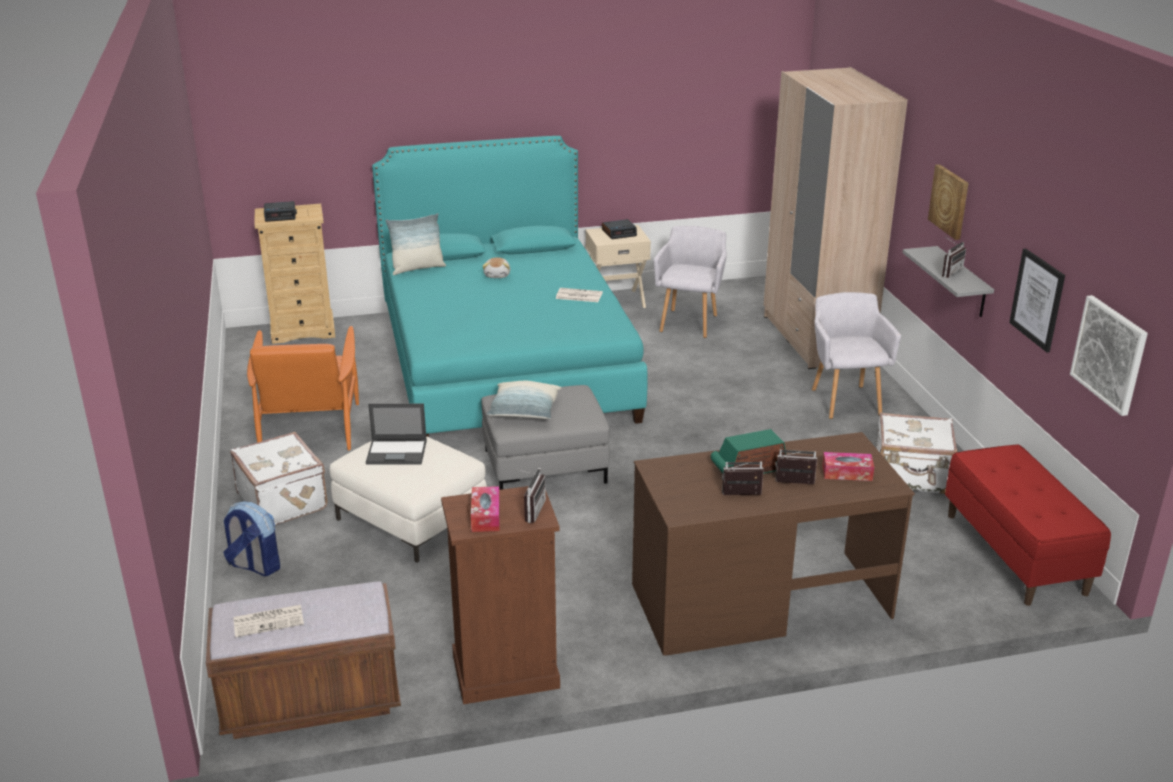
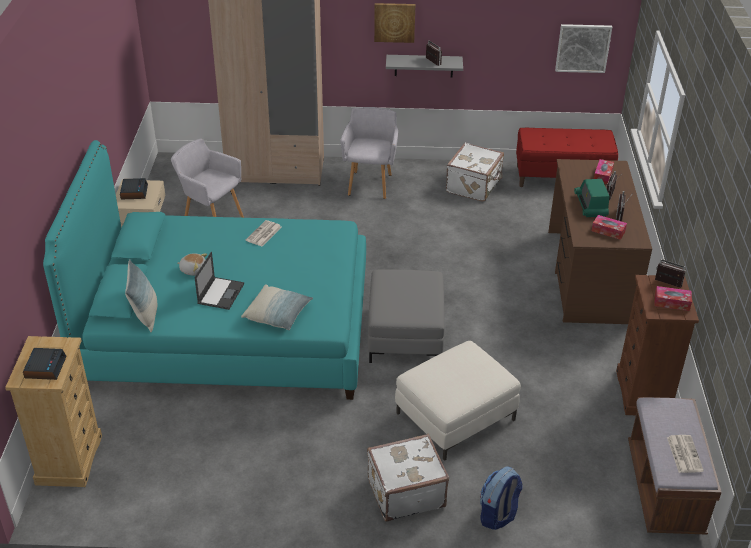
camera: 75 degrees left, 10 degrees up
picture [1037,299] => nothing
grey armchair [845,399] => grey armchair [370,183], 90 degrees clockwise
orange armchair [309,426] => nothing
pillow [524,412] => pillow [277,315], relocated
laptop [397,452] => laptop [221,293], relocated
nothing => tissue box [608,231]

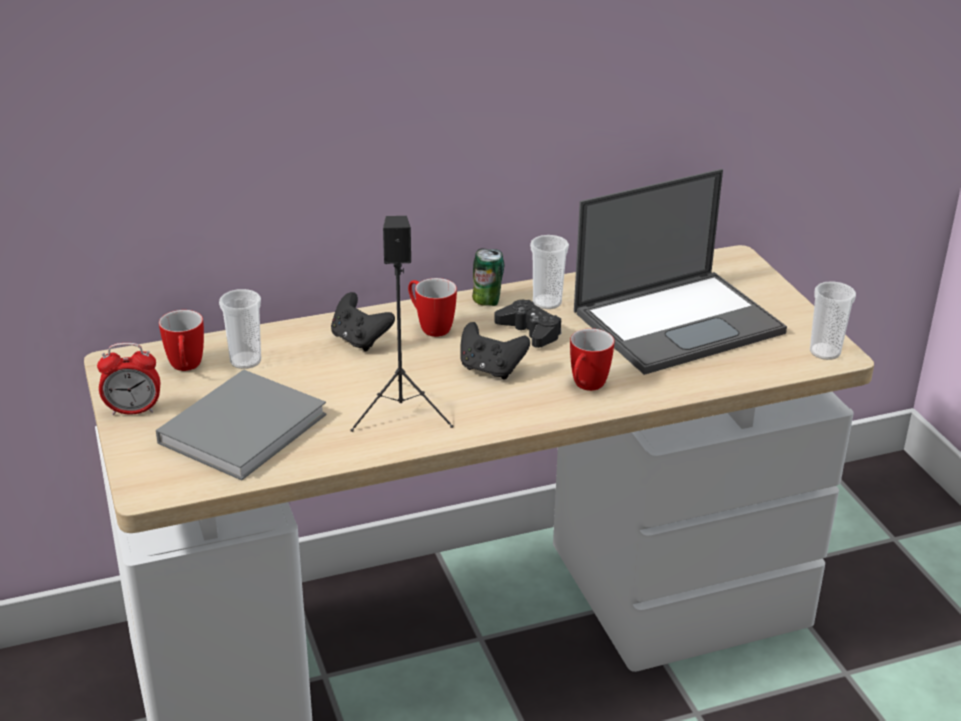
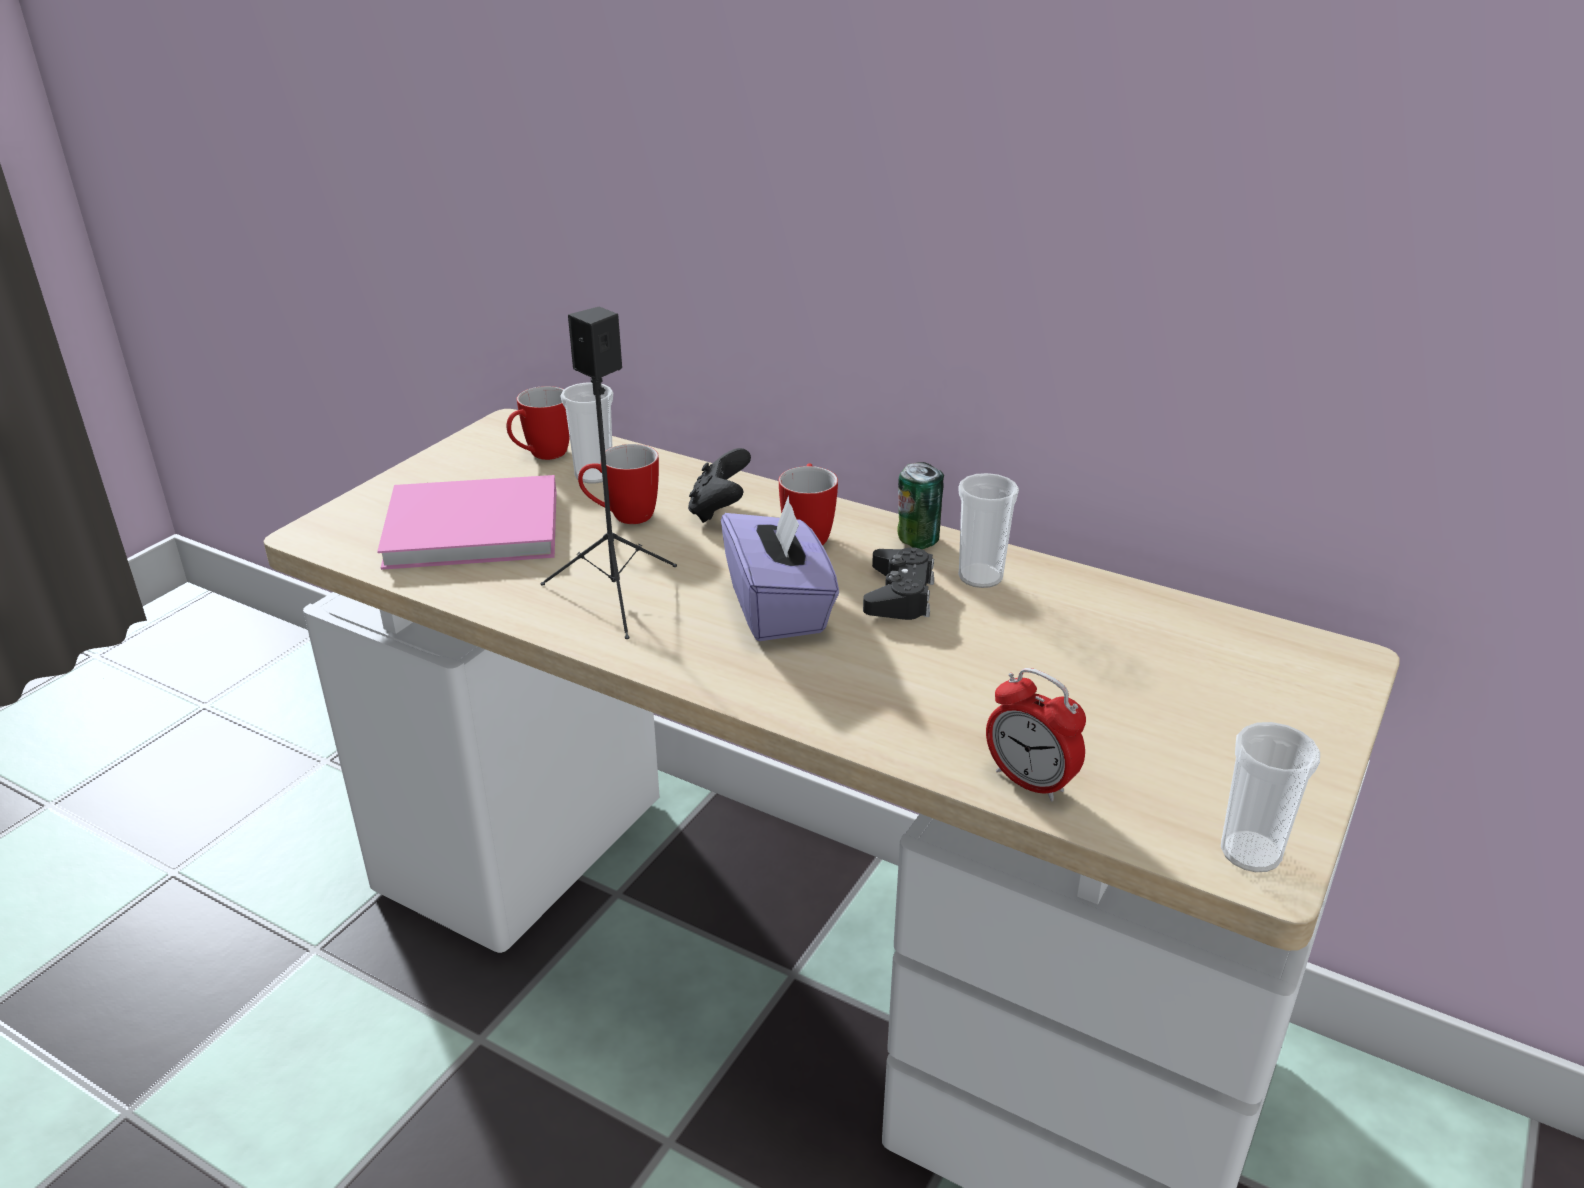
camera: 50 degrees right, 0 degrees up
laptop [679,321] => nothing
black game controller [490,369] => purple tissue box [779,608]
mug [586,387] => mug [622,517], relocated
alarm clock [133,410] => alarm clock [1030,782], relocated
grey book [246,426] => pink book [479,528]

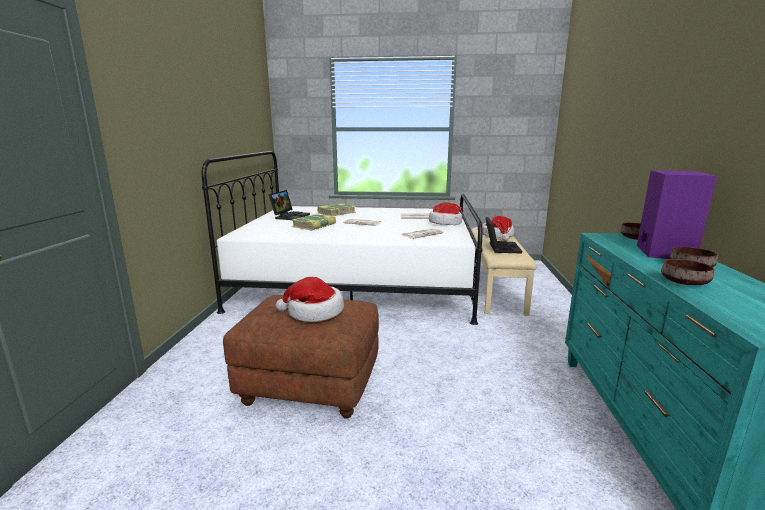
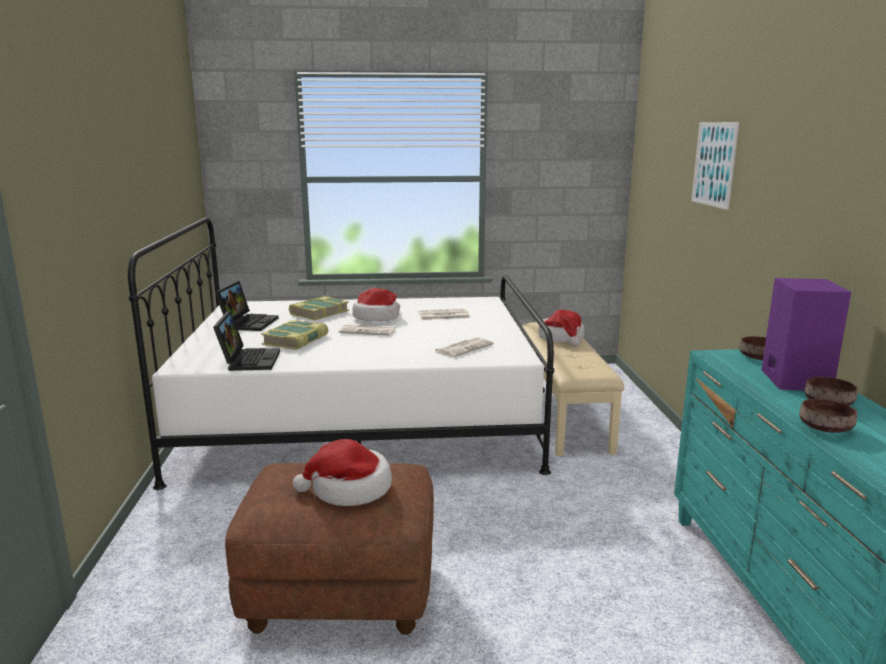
camera: 10 degrees left, 0 degrees up
hat [446,223] => hat [377,317], relocated
laptop [500,247] => laptop [248,360], relocated
nothing => picture [714,164]

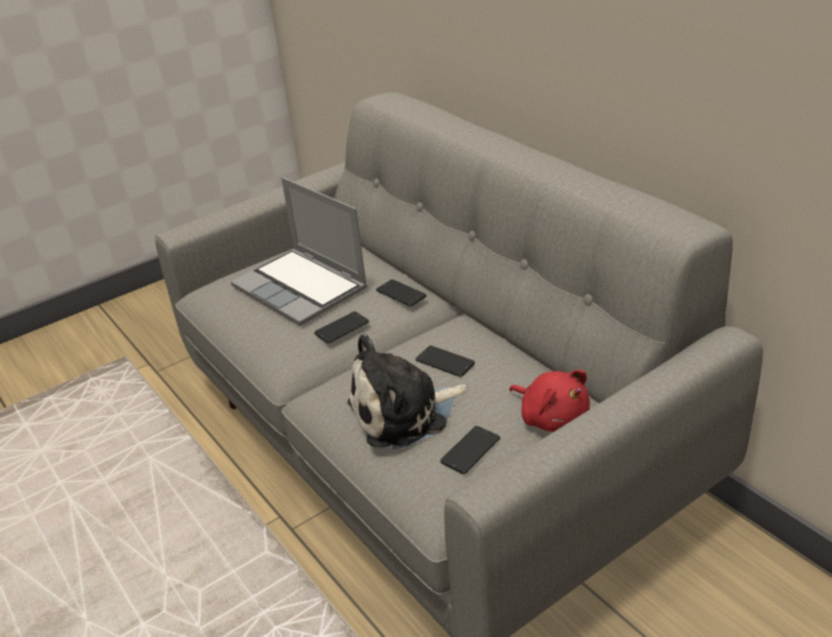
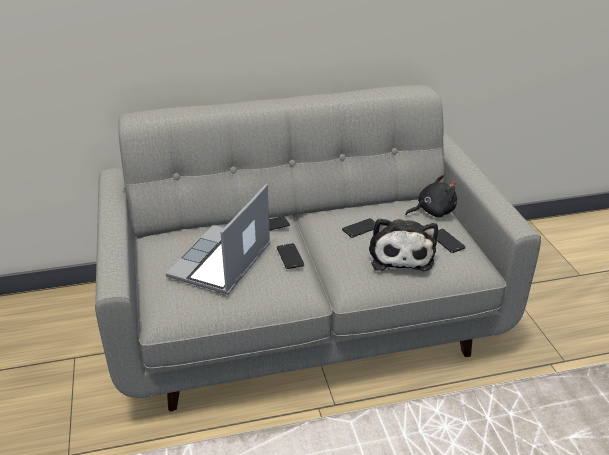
camera: 70 degrees left, 0 degrees up
laptop [302,288] => laptop [221,262], 135 degrees clockwise
red plush toy [552,417] => black plush toy [432,211]

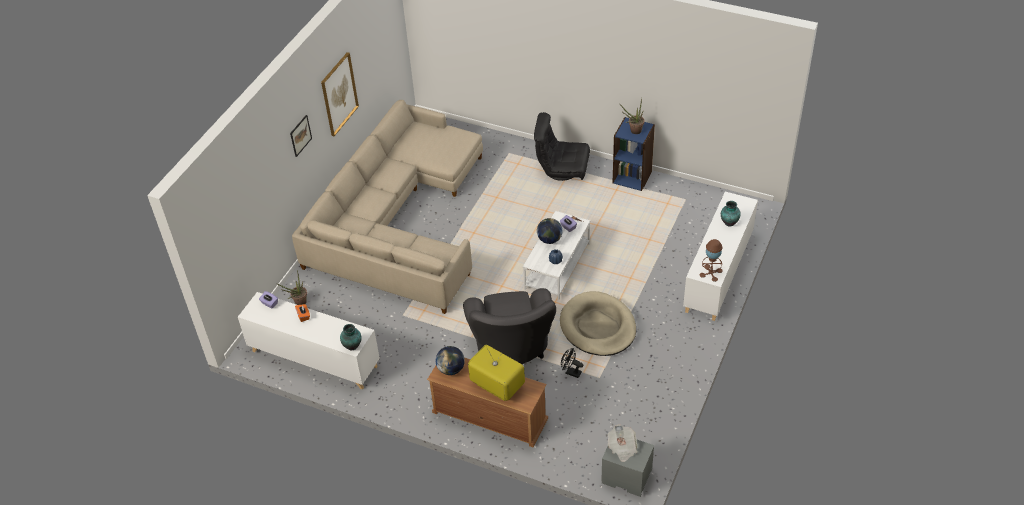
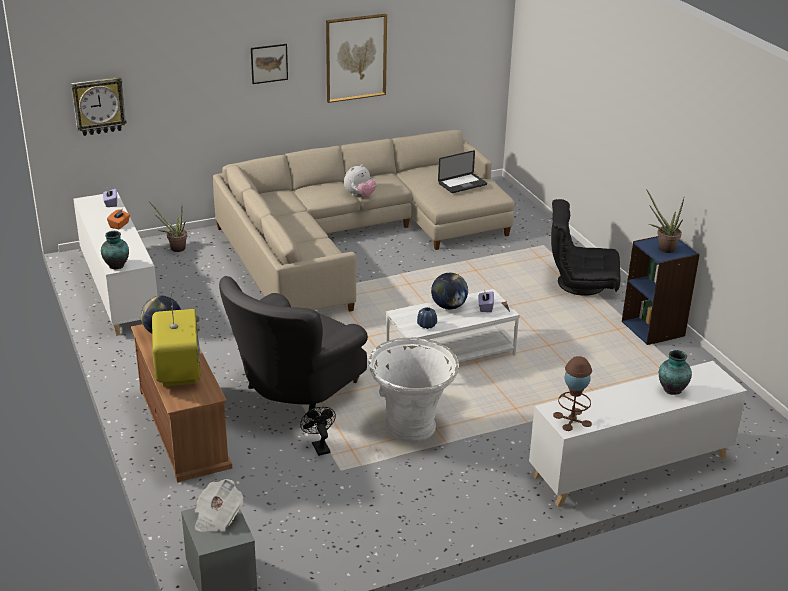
camera: 40 degrees right, 15 degrees down
black armchair [562,169] => black armchair [581,283], 45 degrees counterclockwise
beige dog bed [598,327] => white planter [411,427]
nothing => wall clock [98,106]
nothing => laptop [462,184]
nothing => plush toy [360,195]

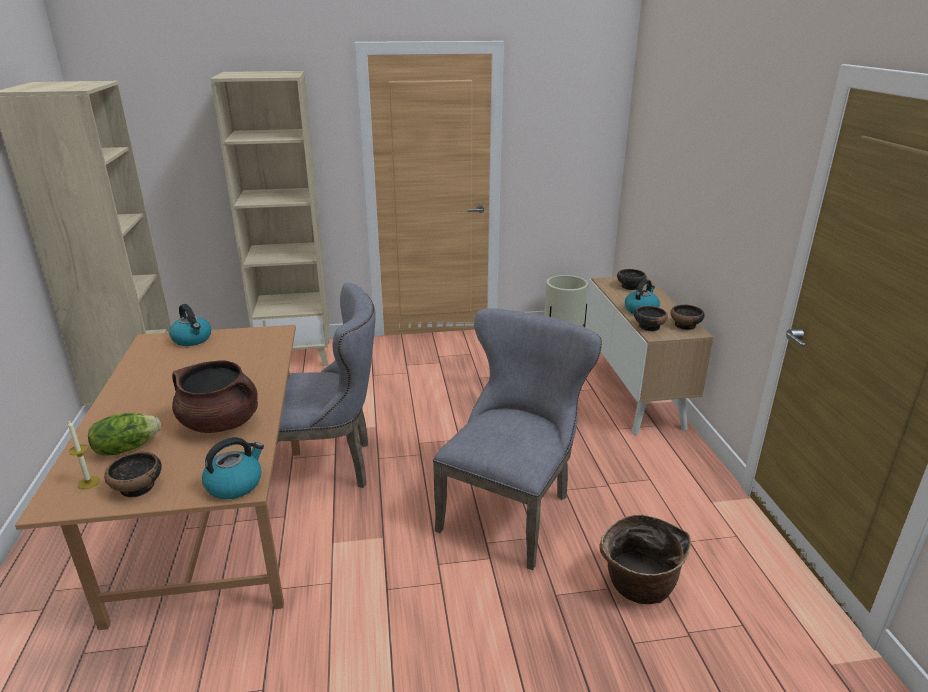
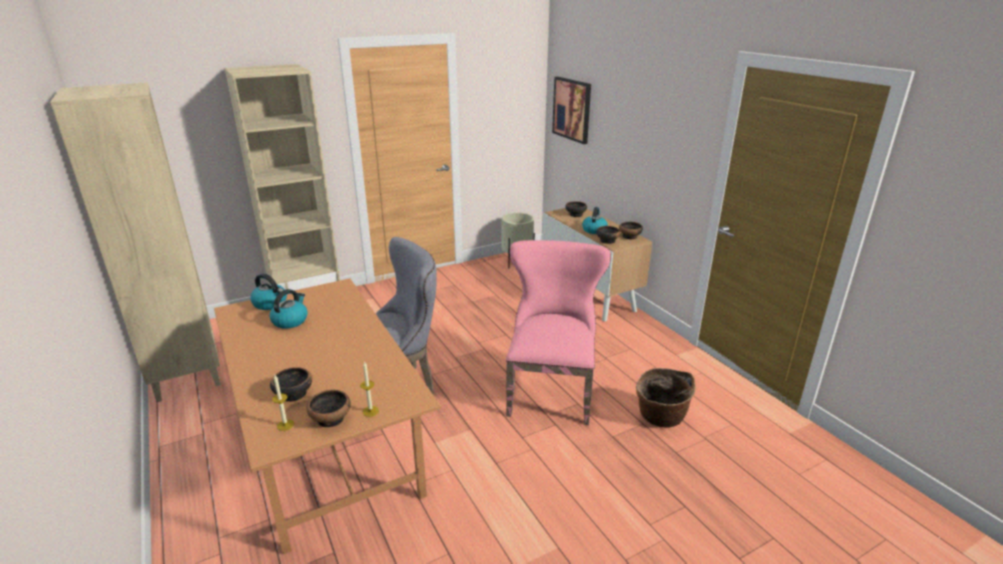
camera: 20 degrees left, 0 degrees up
grey chair [511,509] => pink chair [551,389]
brown cooking pot [221,423] => nothing
lettuce [126,448] => bowl [293,394]
kettle [235,484] => kettle [290,320], relocated
nothing => picture [572,109]
nothing => candle [370,411]

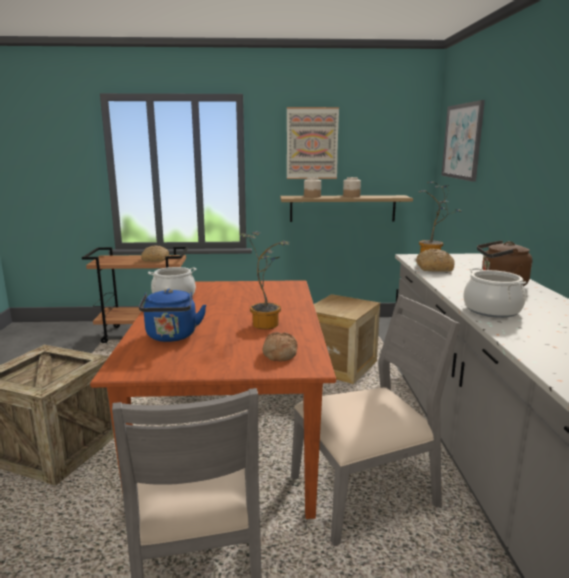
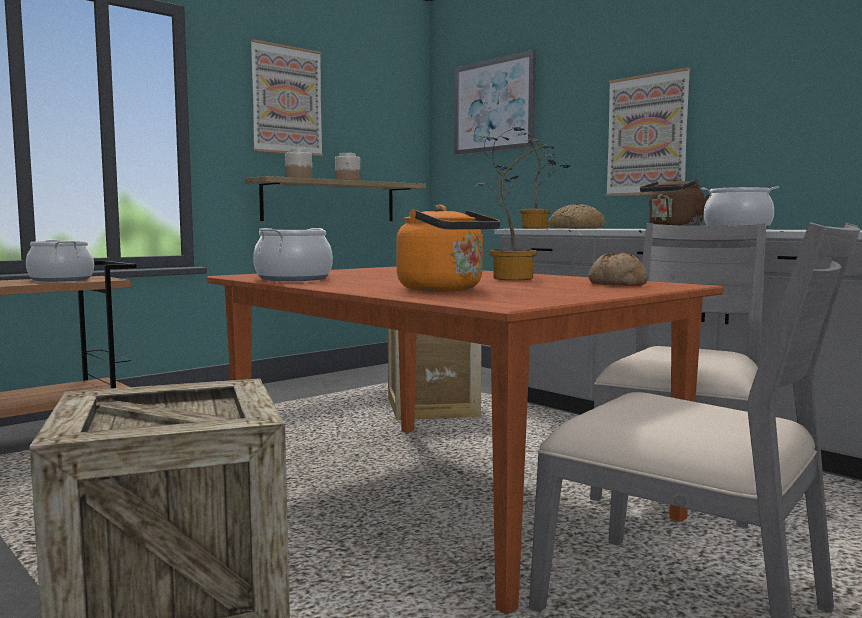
camera: 40 degrees left, 10 degrees down
bread [155,259] => cooking pot [61,279]
blue kettle [171,337] => orange kettle [445,290]
nothing => picture [647,135]

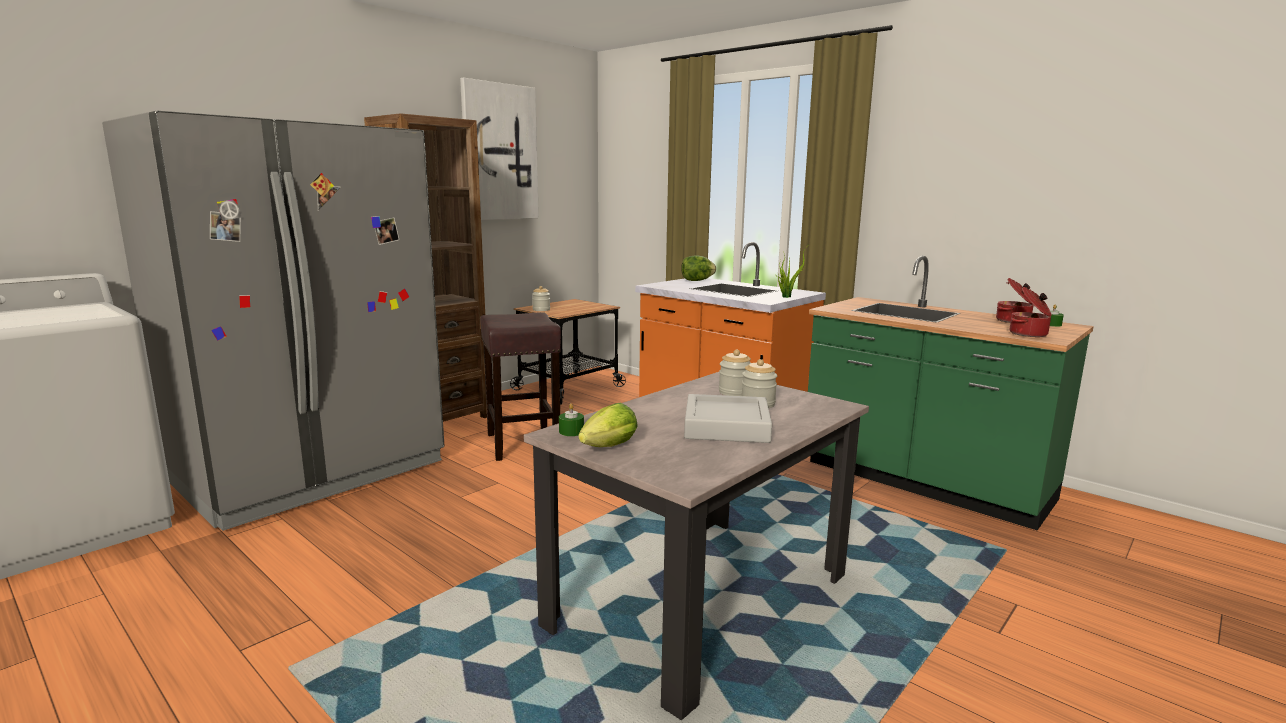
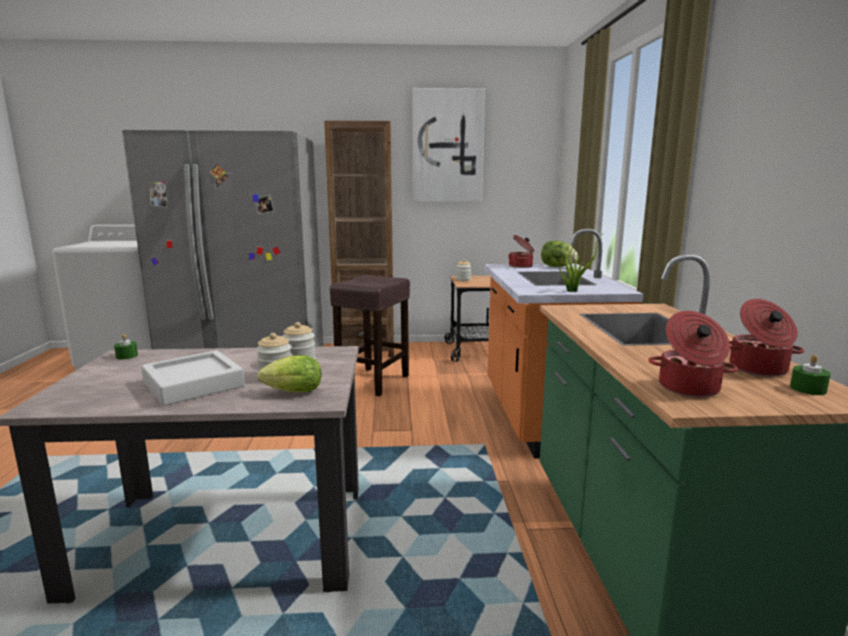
camera: 45 degrees right, 0 degrees up
lettuce [606,448] => lettuce [290,392], relocated
nothing => cooking pot [521,266]

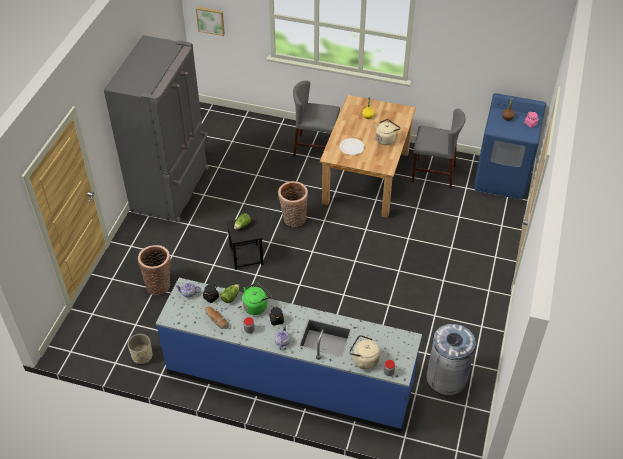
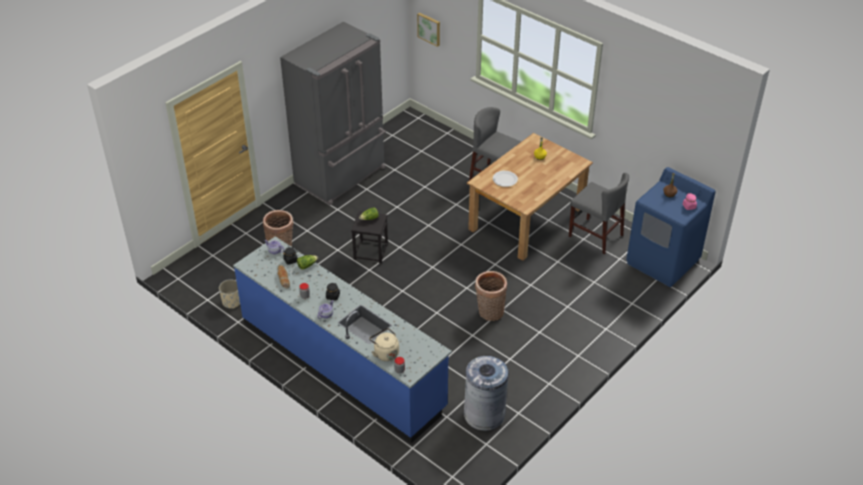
camera: 25 degrees right, 5 degrees down
beige kettle [386,139] => nothing
basket [293,220] => basket [489,313], relocated
green kettle [256,306] => nothing

